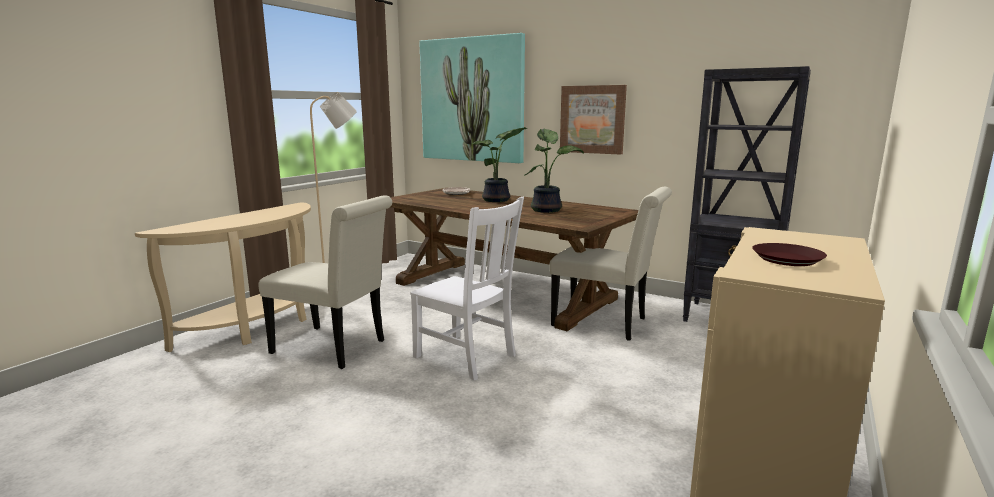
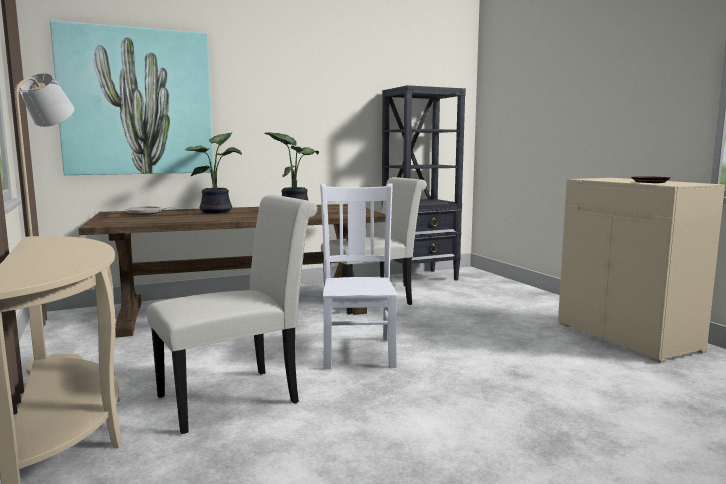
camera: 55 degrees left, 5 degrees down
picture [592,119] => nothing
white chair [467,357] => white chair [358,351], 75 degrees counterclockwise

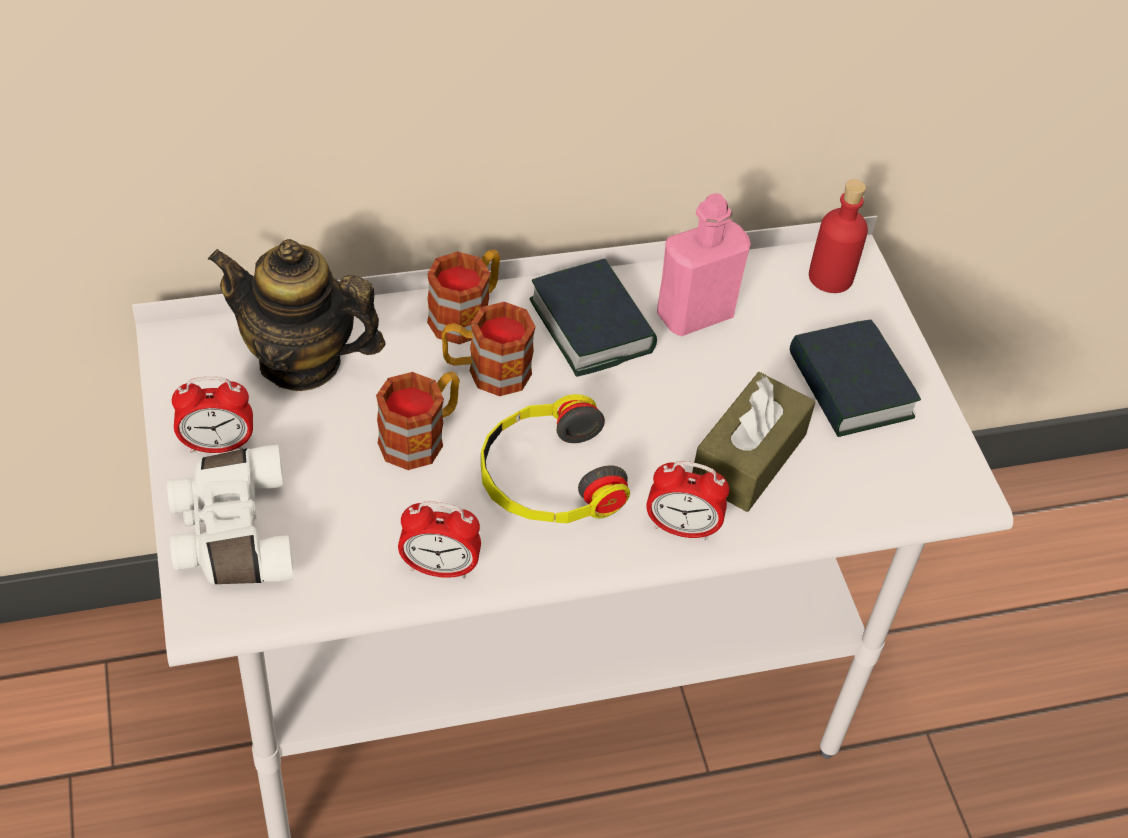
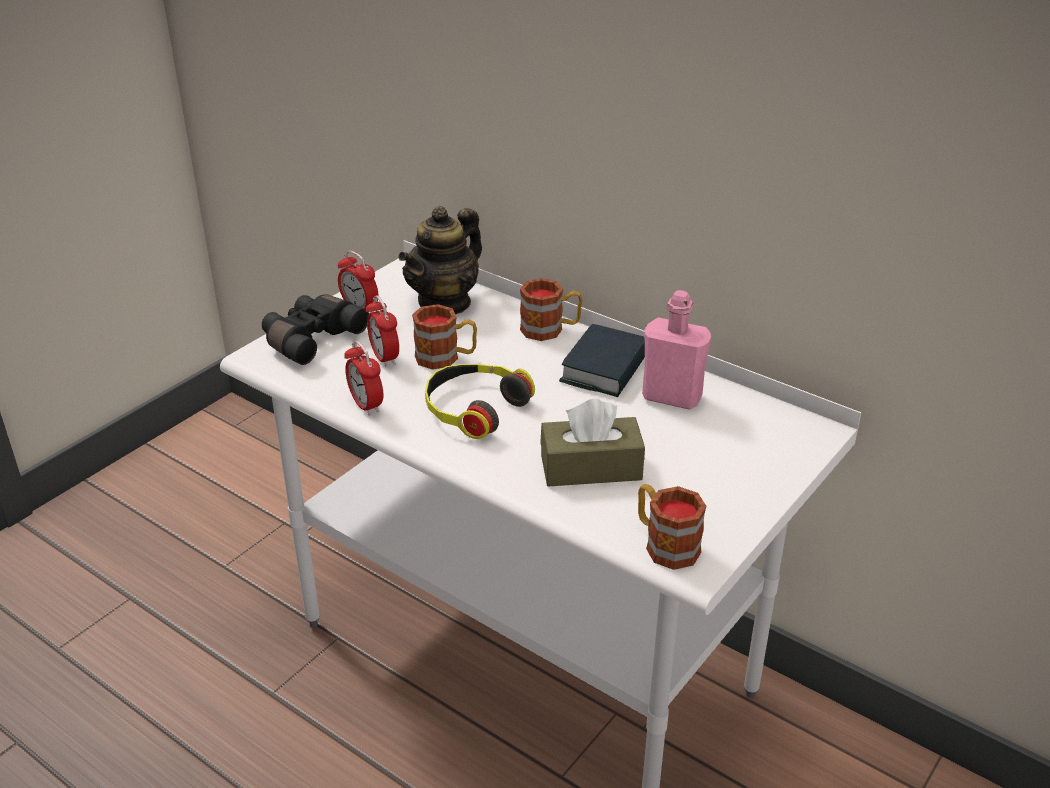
camera: 55 degrees right, 15 degrees down
red bottle [830,277] => nothing
teapot [301,361] => teapot [445,303], 120 degrees counterclockwise
mug [486,371] => mug [664,544], relocated
book [849,387] => nothing
white binoculars [229,533] => black binoculars [311,338]
alarm clock [681,528] => alarm clock [384,357], relocated

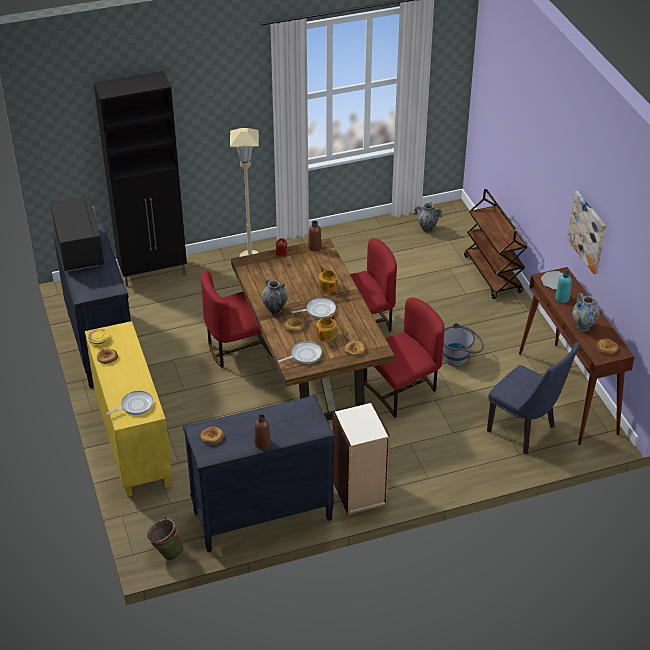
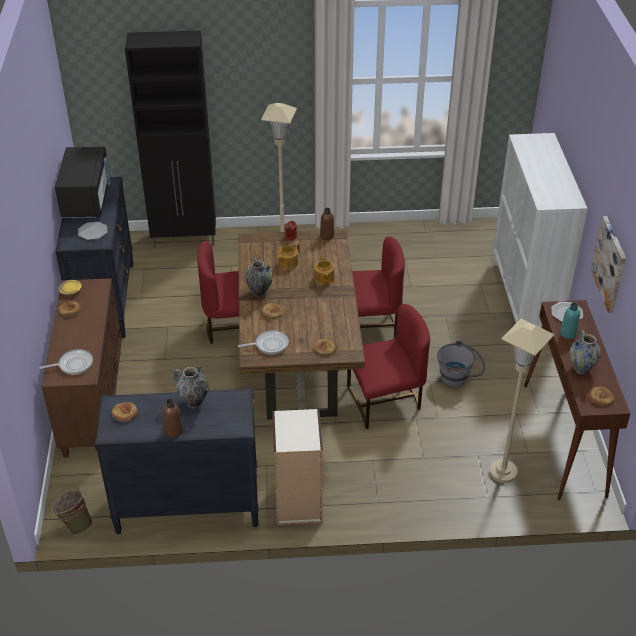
camera: 15 degrees right, 0 degrees up
brown cart [493,275] => white cabinet [524,298]
vase [427,229] => vase [194,402], relocated
frying pan [319,310] => nothing
teapot [325,335] => teapot [288,263], relocated
yellow cabinet [132,442] => brown cabinet [92,401]
blue chair [525,431] => beige floor lamp [503,472]
nothing => plate [93,231]

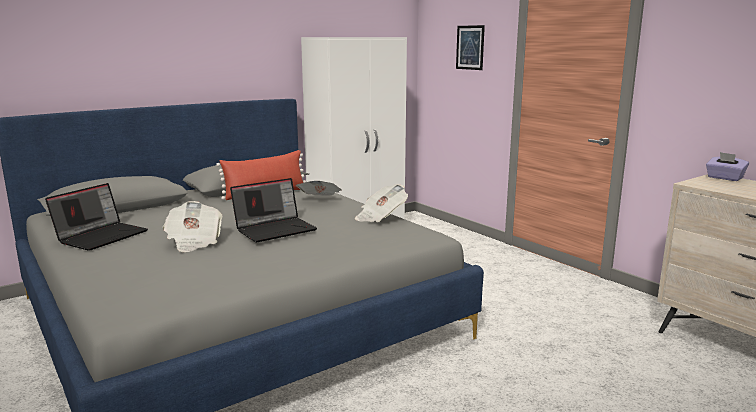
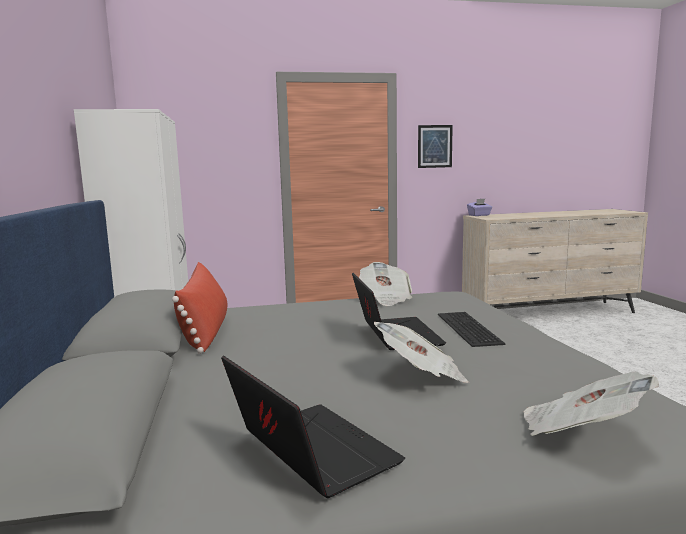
camera: 65 degrees left, 5 degrees down
picture [470,47] => picture [435,146], relocated
newspaper [320,201] => newspaper [580,432], relocated
nothing => keyboard [465,328]

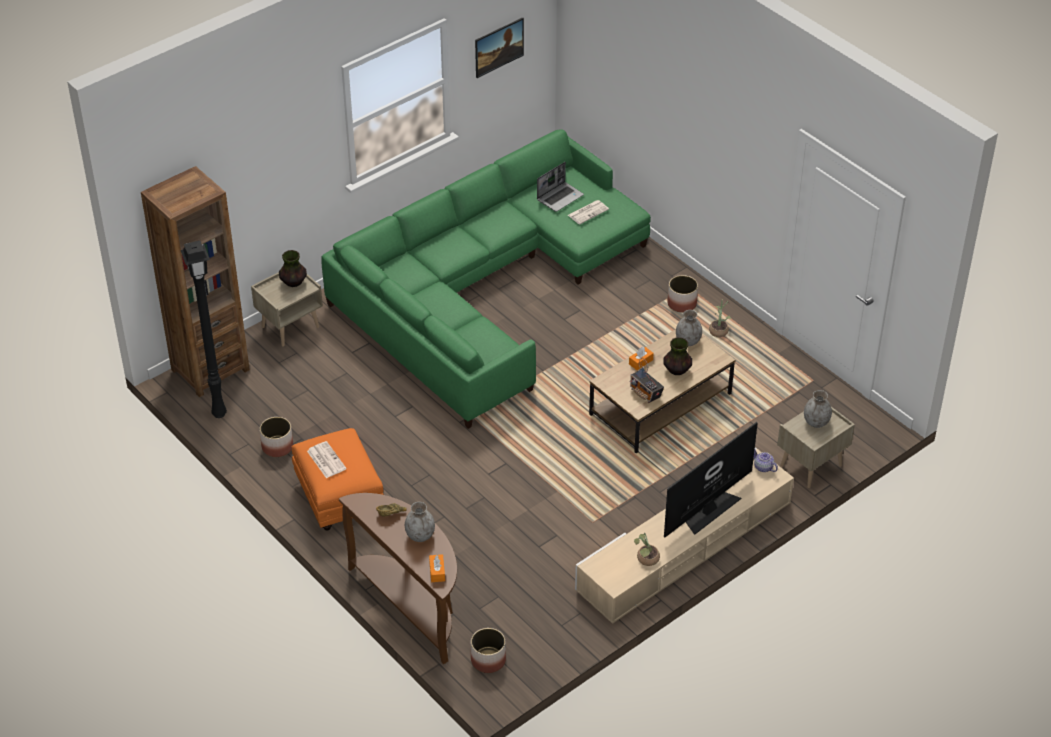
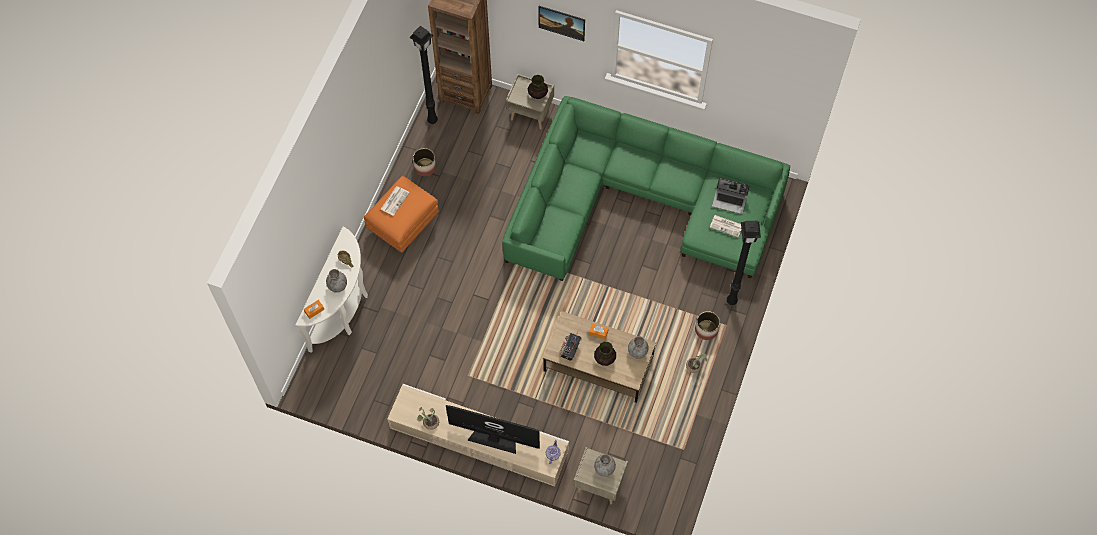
camera: 60 degrees right, 20 degrees up
picture [499,56] => picture [561,28], relocated
brown console table [412,605] => white console table [343,310]
planter [488,660] => nothing
nothing => black floor lamp [732,301]

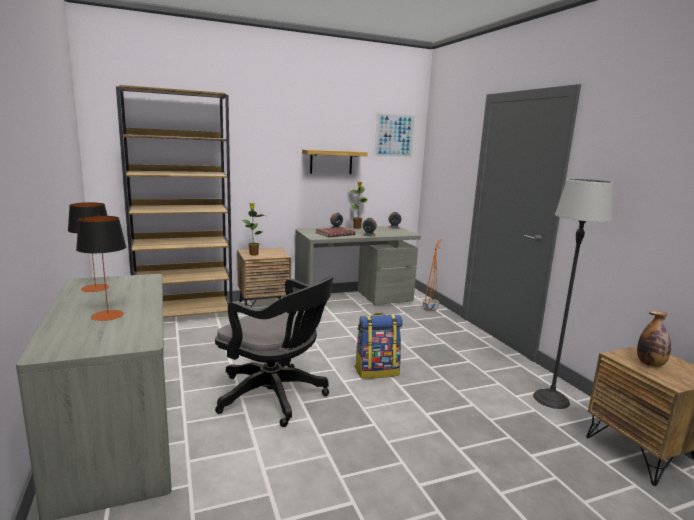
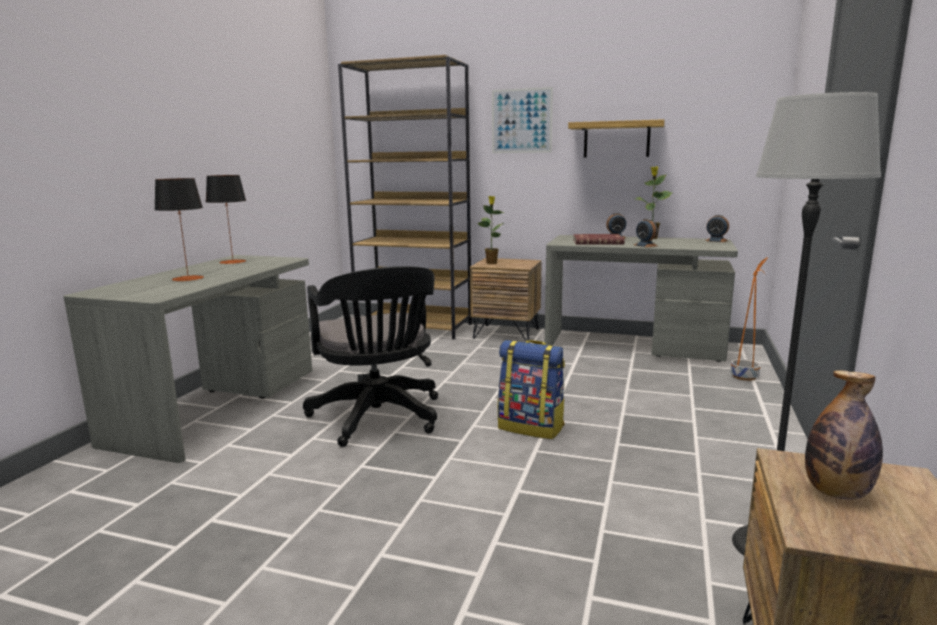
camera: 40 degrees right, 0 degrees up
picture [394,135] => picture [521,121], relocated

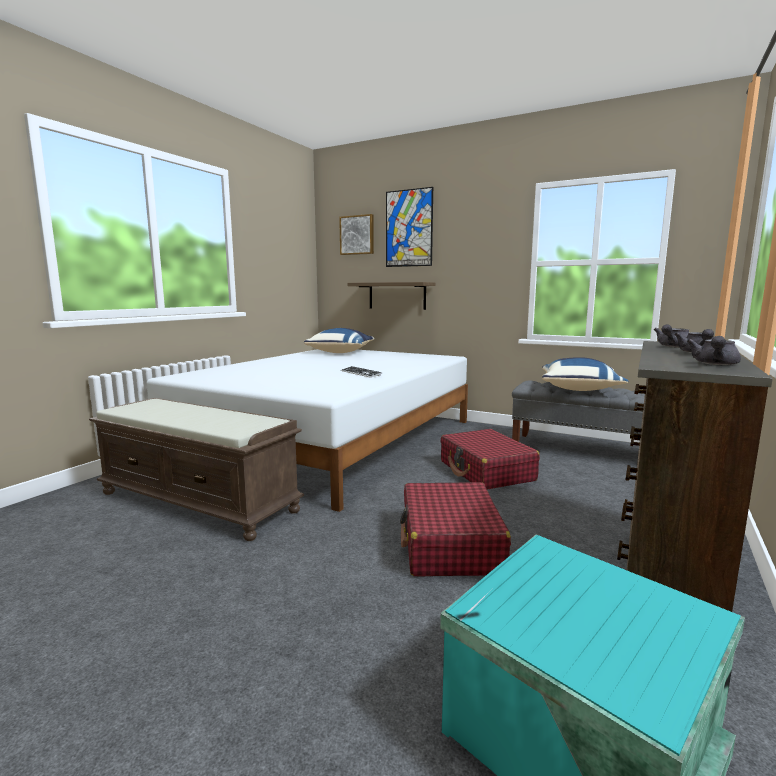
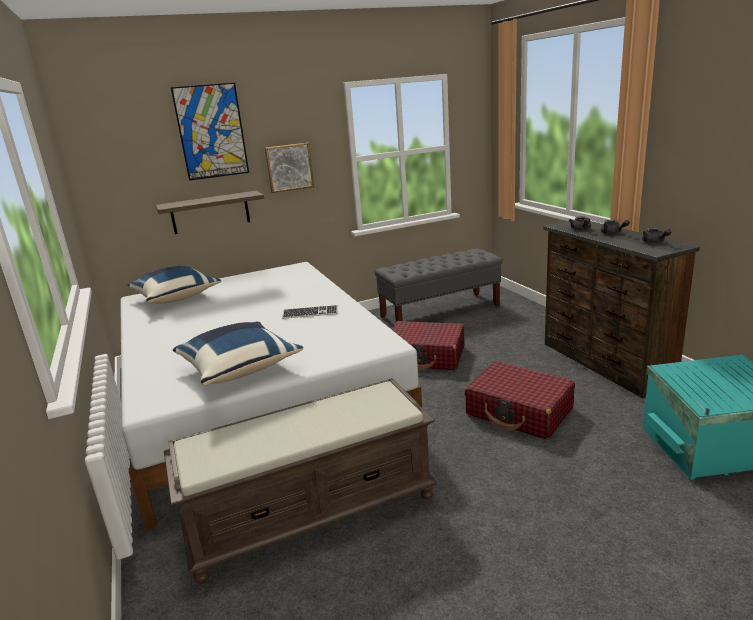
camera: 50 degrees left, 10 degrees up
picture [357,235] => picture [289,167], relocated
blue pillow [579,389] => blue pillow [239,368], relocated

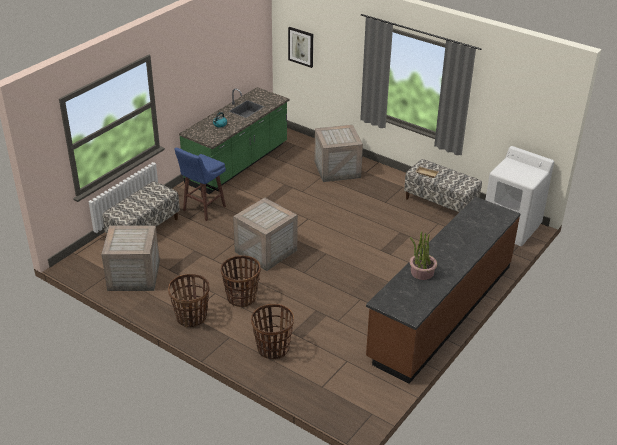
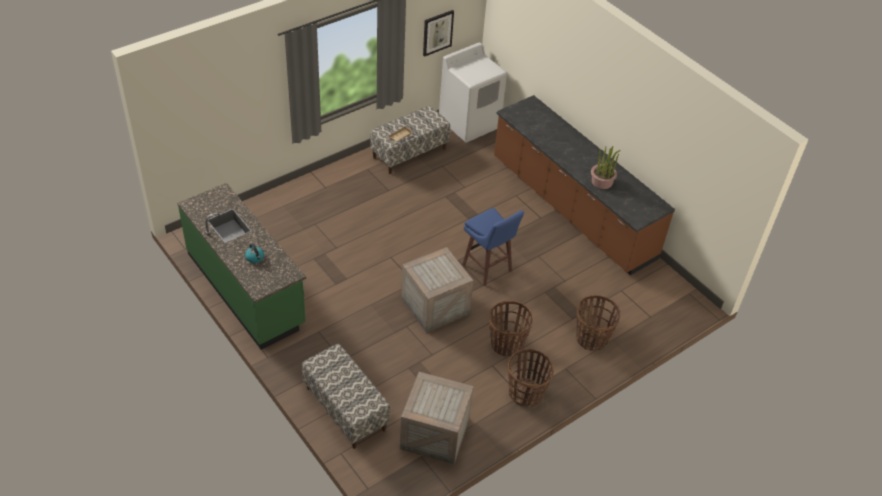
camera: 75 degrees left, 10 degrees up
picture [301,46] => picture [437,32], relocated
crate [337,169] => nothing
blue stool [203,209] => blue stool [487,269], relocated

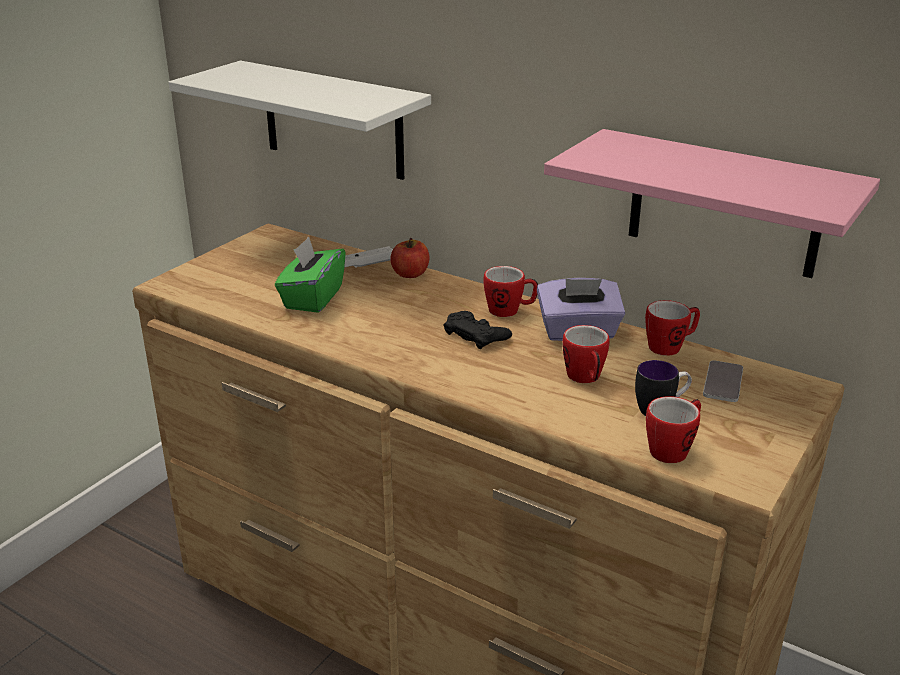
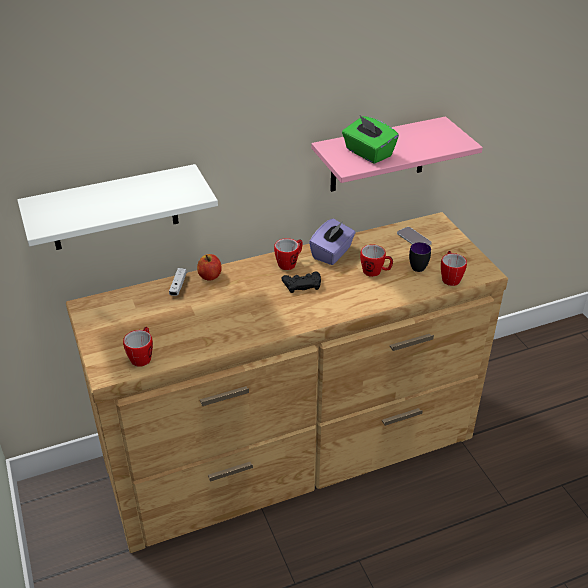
camera: 55 degrees left, 10 degrees up
green tissue box [312,298] => green tissue box [368,153], relocated
mug [670,347] => mug [142,356], relocated

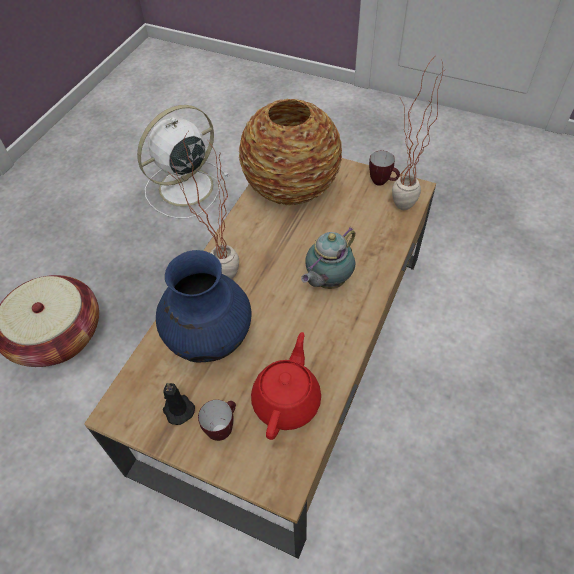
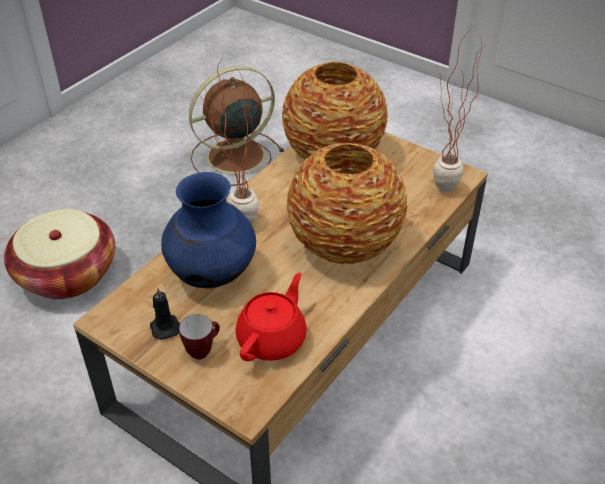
camera: 10 degrees right, 10 degrees down
white fan [184,188] => brown fan [233,157]
mug [382,182] => nothing
teapot [327,281] => vase [344,243]

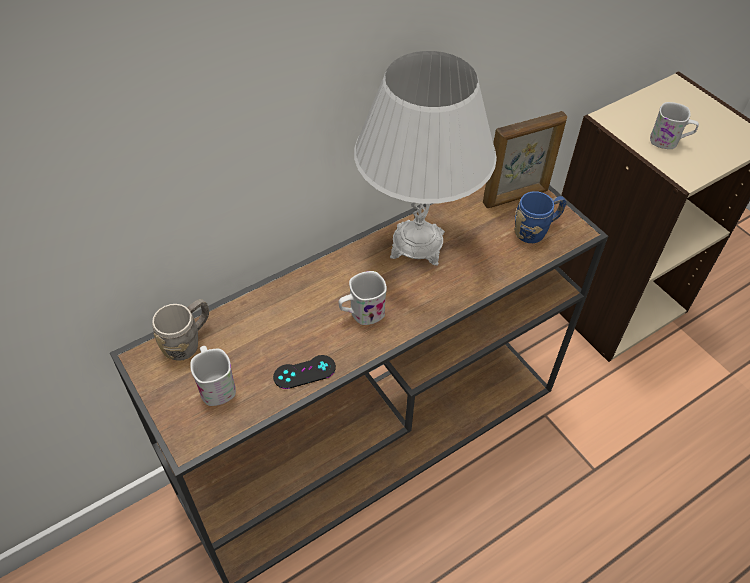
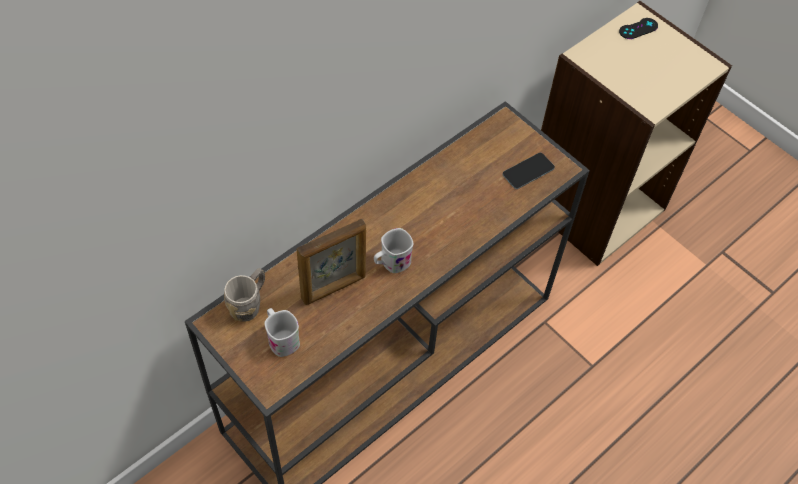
camera: 10 degrees left, 5 degrees up
white table lamp [417,245] => nothing
white mug [669,141] => nothing
picture frame [516,197] => picture frame [334,288], relocated
blue mug [536,230] => phone [528,171]
black game controller [304,372] => black game controller [638,29], relocated

